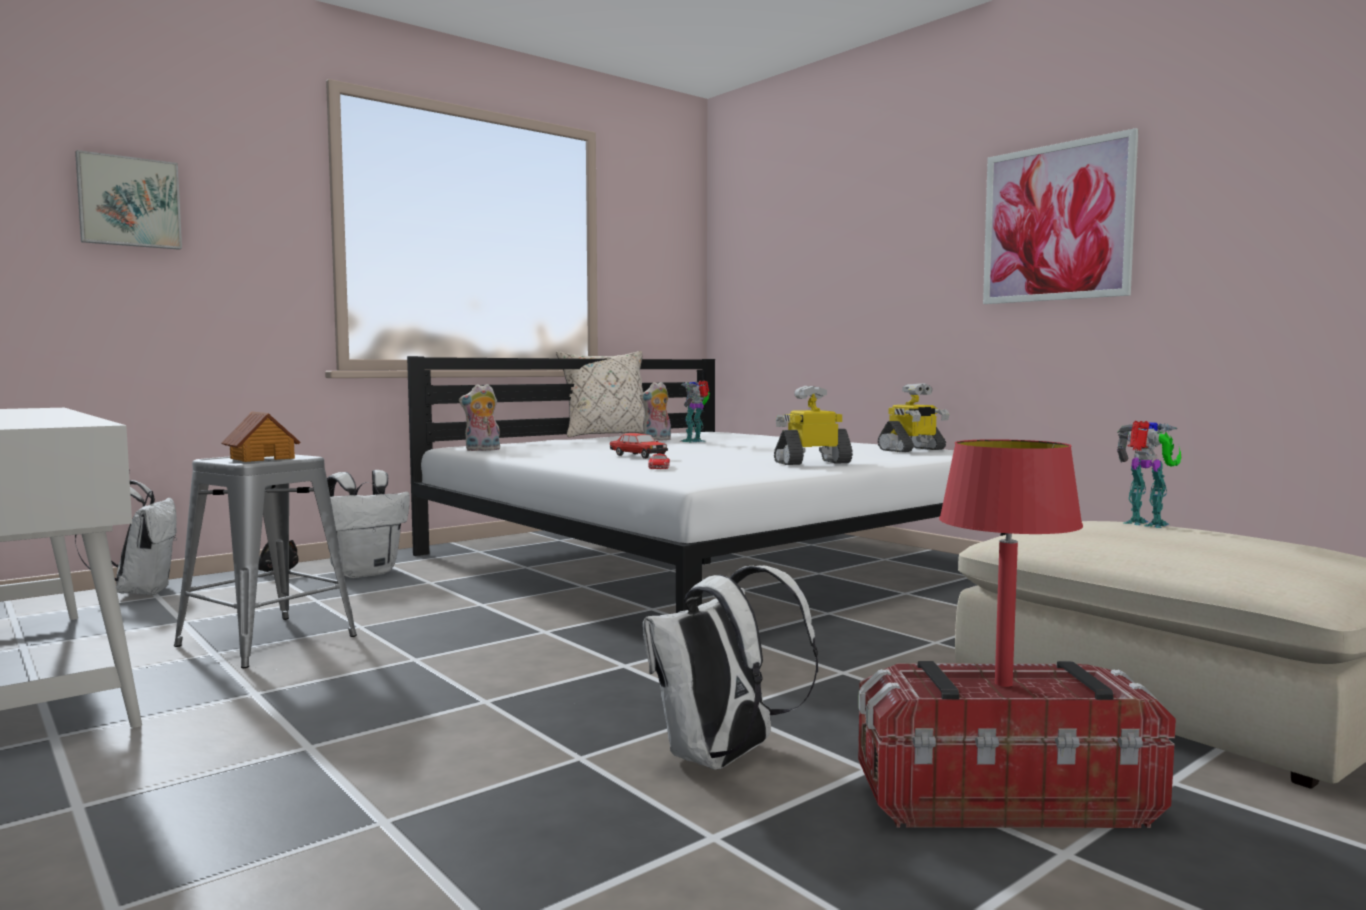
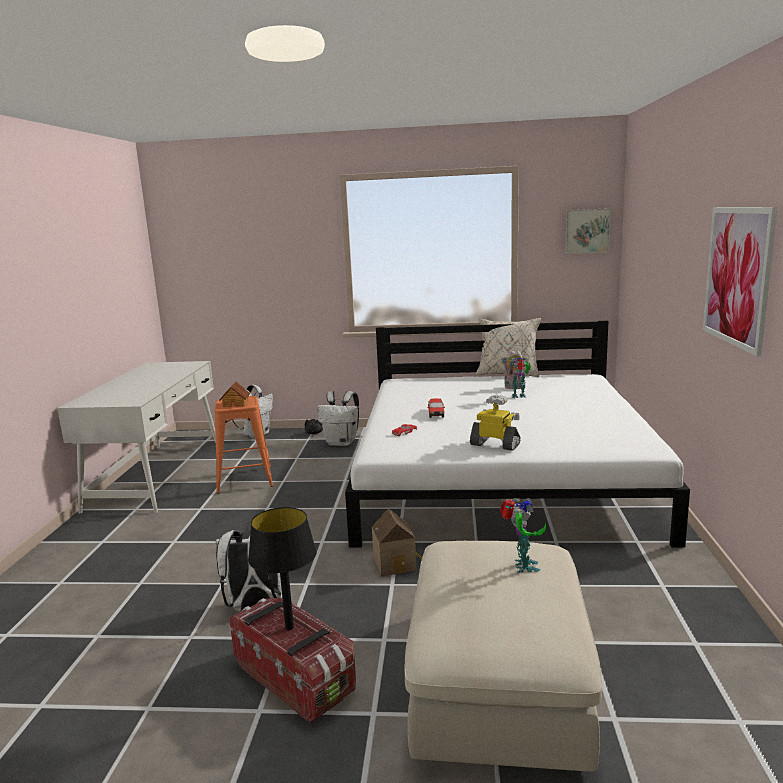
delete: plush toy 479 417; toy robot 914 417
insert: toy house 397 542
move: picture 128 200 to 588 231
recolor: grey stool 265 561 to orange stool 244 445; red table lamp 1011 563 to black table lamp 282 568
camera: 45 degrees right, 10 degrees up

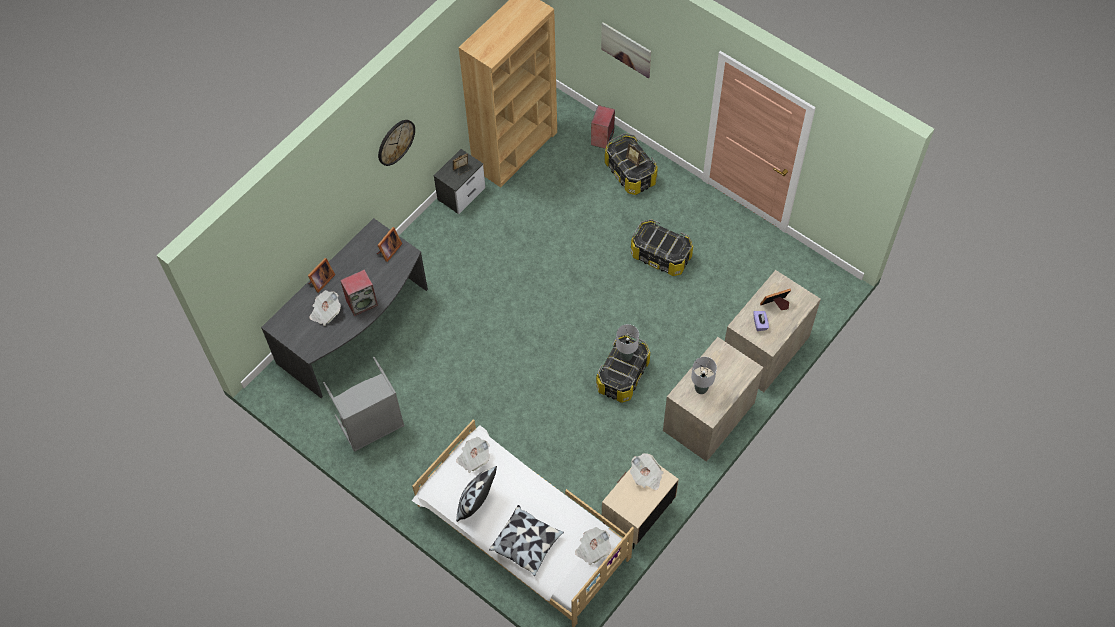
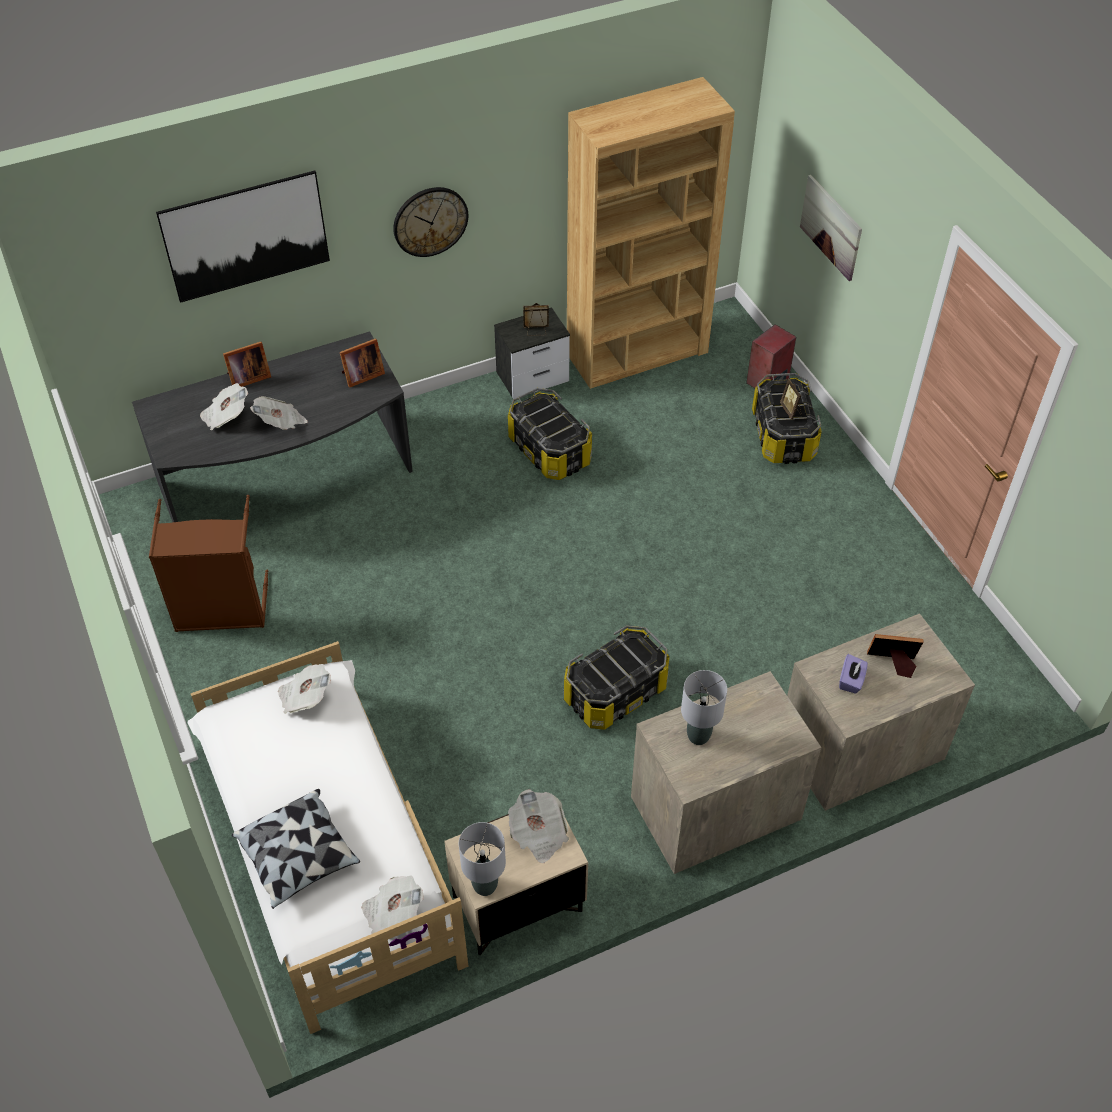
delete: pillow 476 494
insert: picture 243 237
move: grey table lamp 627 342 to 482 859; storage box 662 247 to 550 434
replace: speaker 359 293 to newspaper 279 413
recolor: grey laundry basket 364 404 to brown laundry basket 208 563
camera: 25 degrees right, 10 degrees down

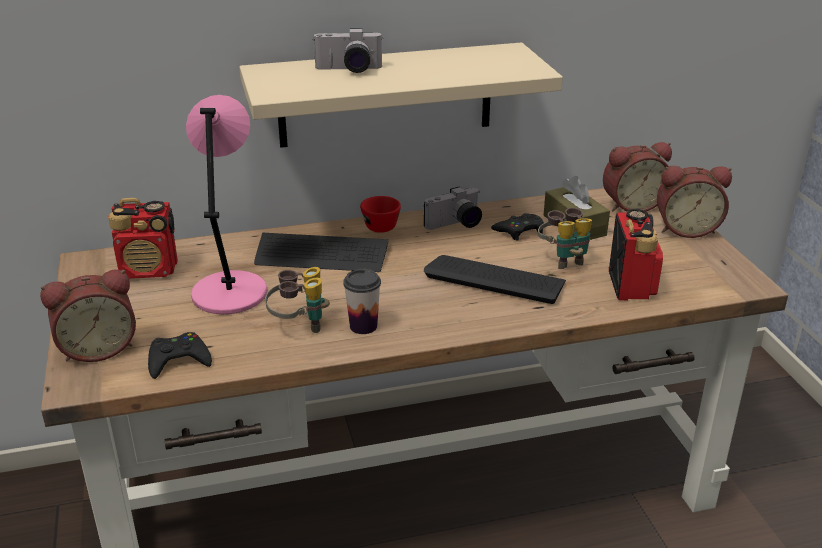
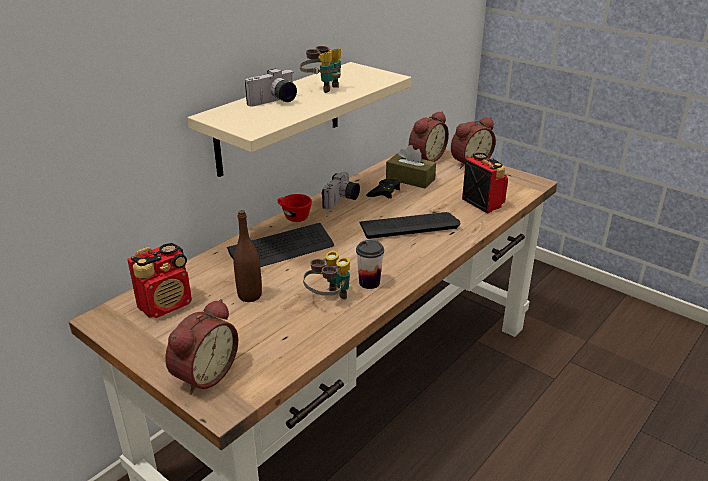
delete: black game controller 180 355
move: binoculars 565 238 to 320 69
replace: pink table lamp 226 204 to brown bottle 247 256
camera: 35 degrees left, 0 degrees up

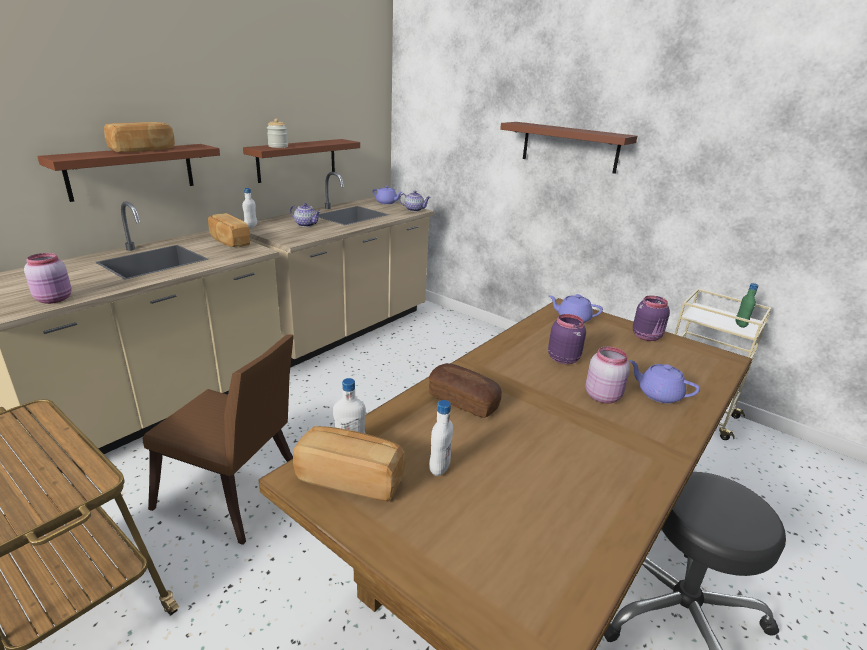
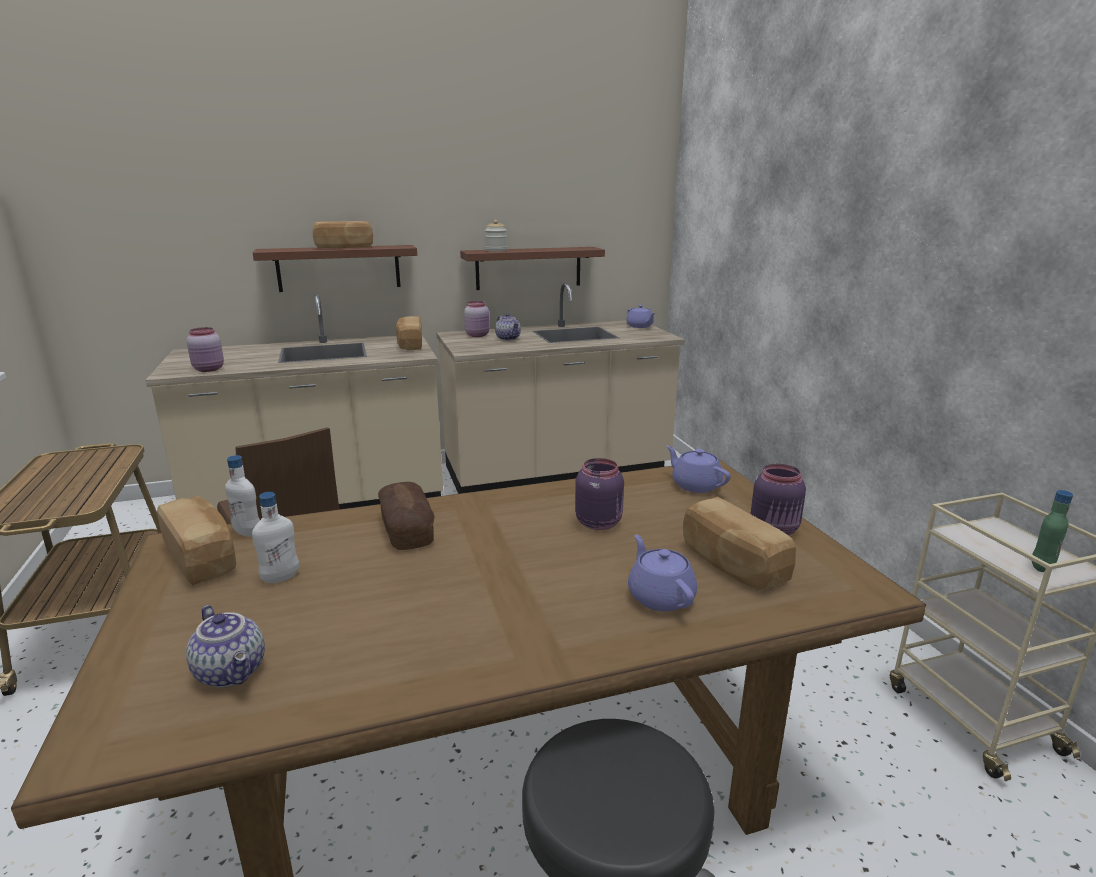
delete: white bottle 249 208; brown shelf 568 148
insert: bread 739 543
move: teapot 415 201 to 225 646; pink jar 608 374 to 477 319
camera: 35 degrees right, 5 degrees down

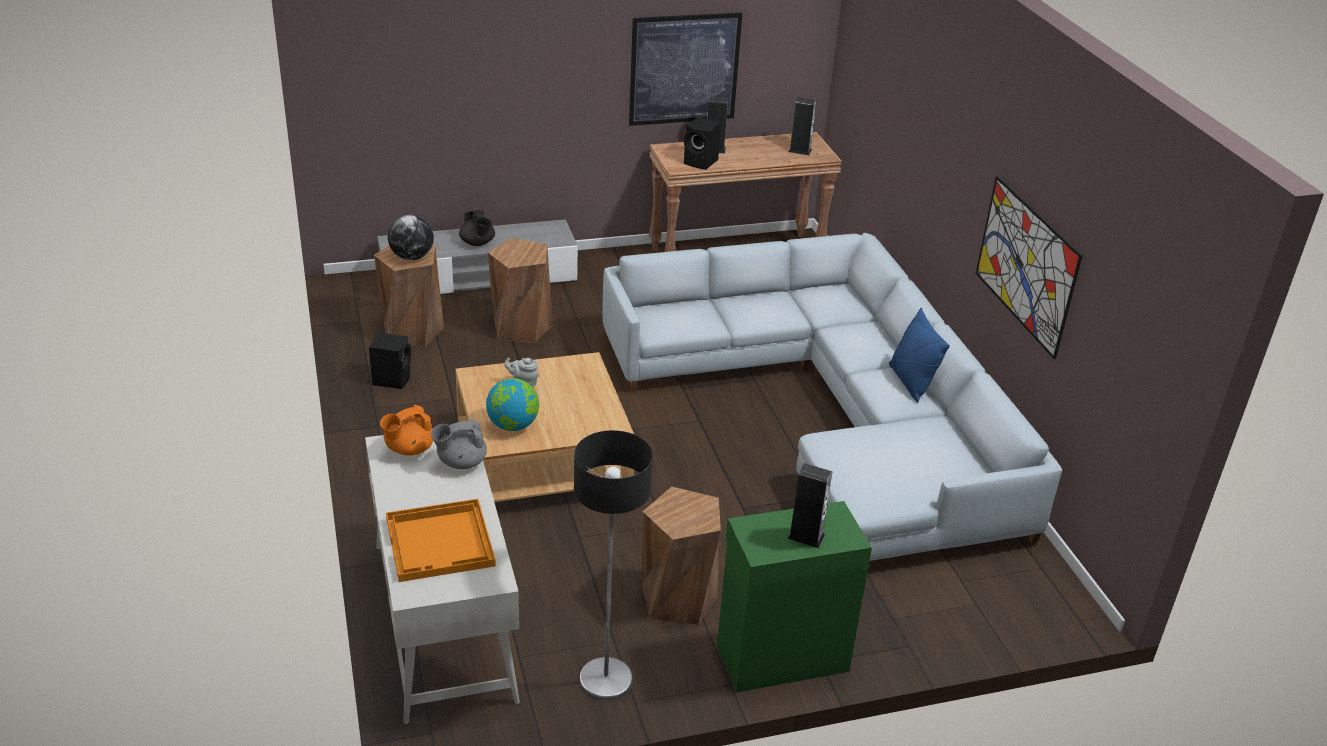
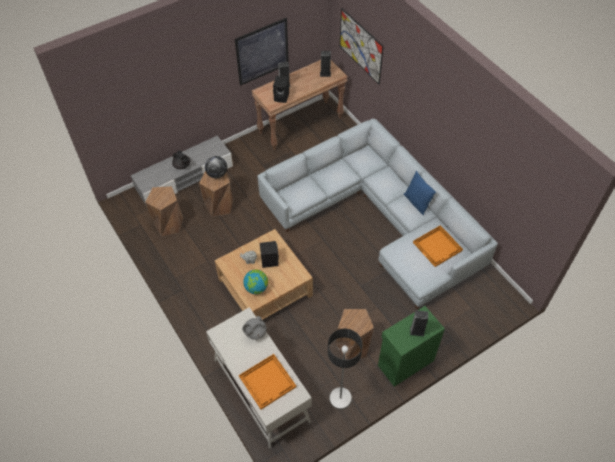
delete: orange teapot 406 430
insert: orange tray 438 246
move: globe 411 237 to 216 167; black speaker 390 361 to 269 254; picture 1029 267 to 362 46
camera: 15 degrees left, 20 degrees up

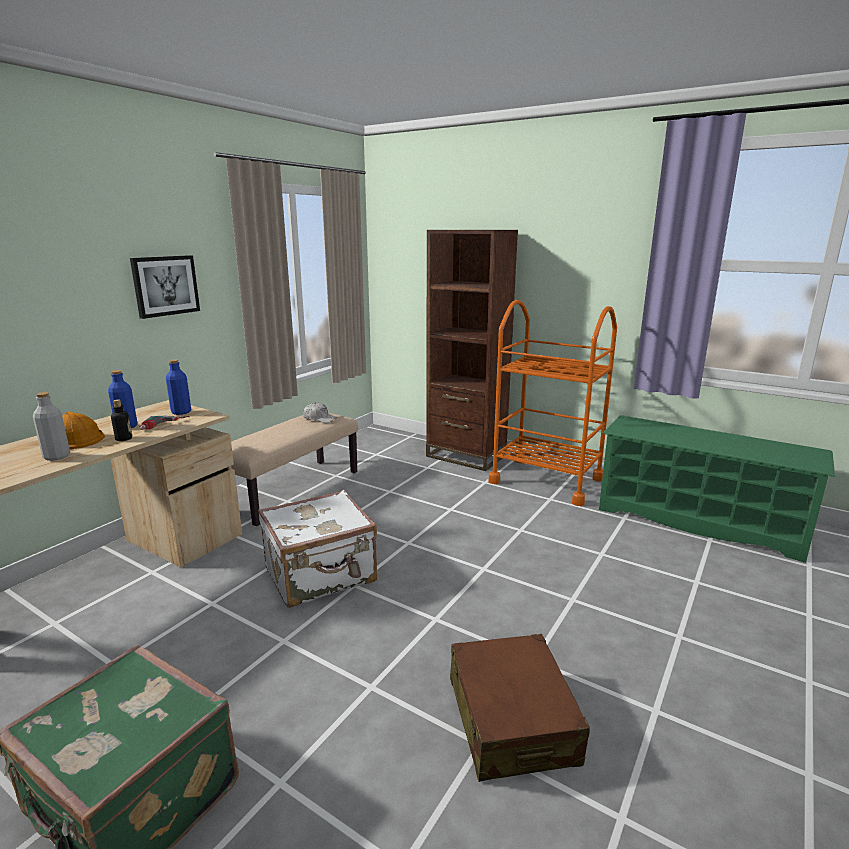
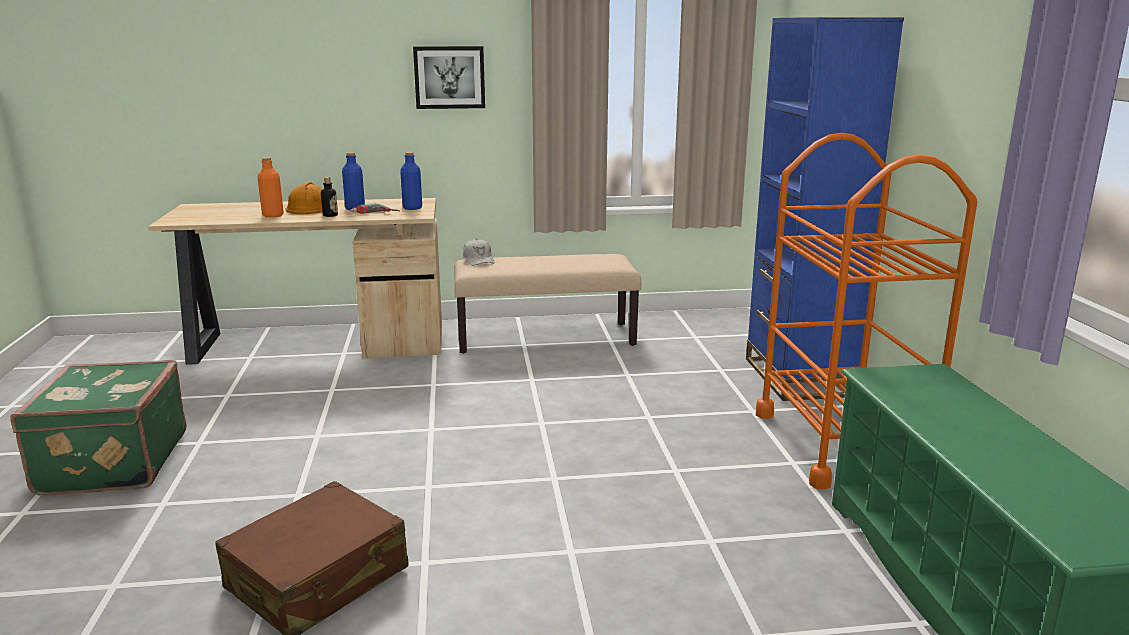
delete: white suitcase 317 549
move: white cap 320 413 to 479 252
recolor: grey bottle 51 426 to orange bottle 271 187; brown bookcase 472 350 to blue bookcase 825 209
camera: 50 degrees right, 0 degrees up

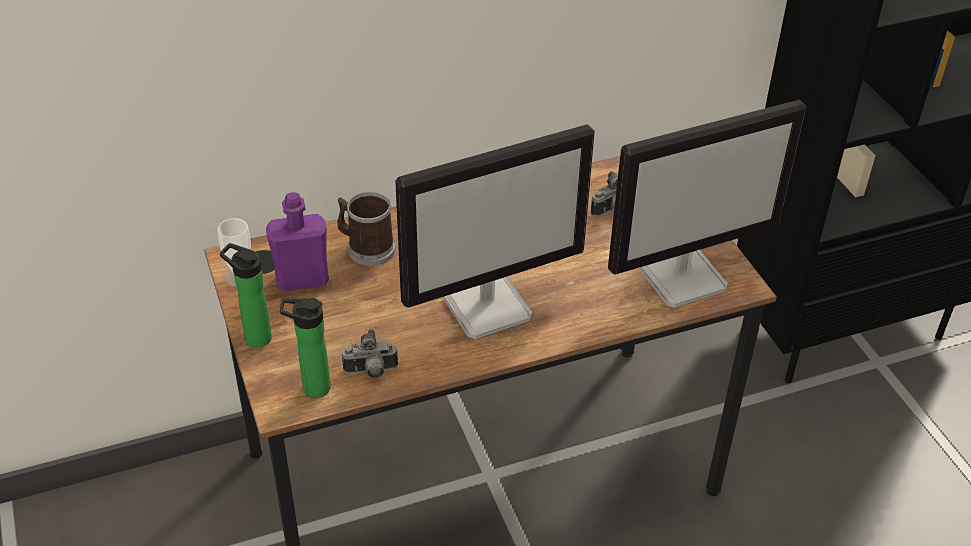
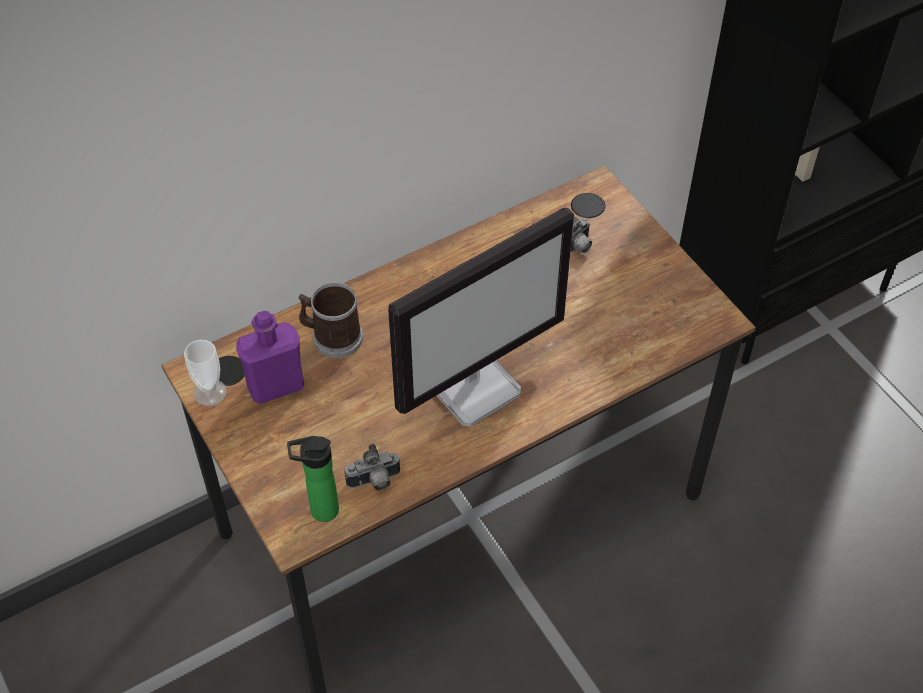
delete: bottle 246 295; monitor 707 204
camera: 10 degrees left, 10 degrees up

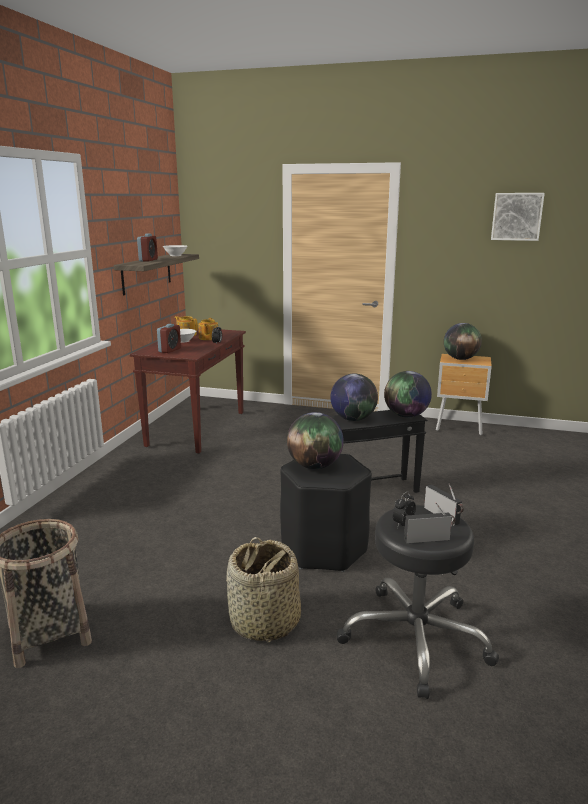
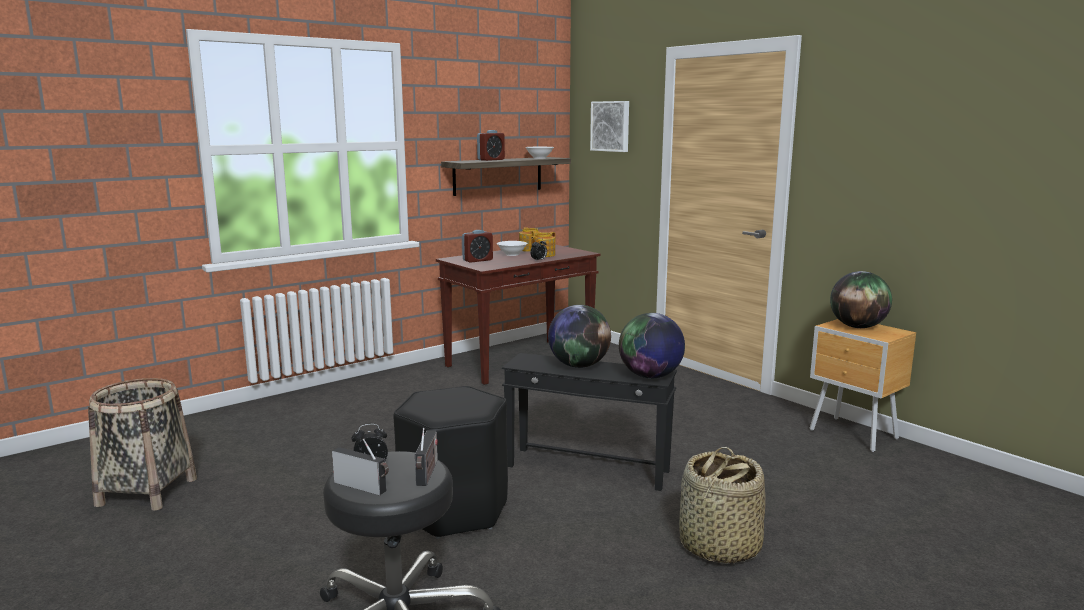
delete: globe 315 440
move: picture 518 217 to 609 126; basket 263 589 to 722 505
camera: 35 degrees right, 5 degrees down

